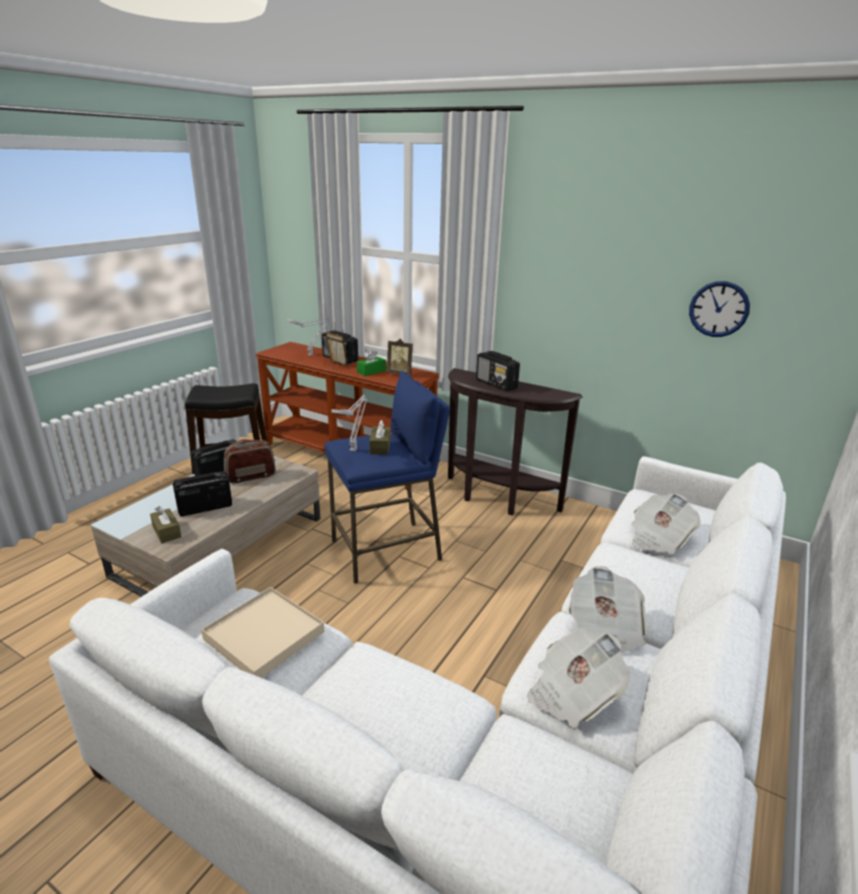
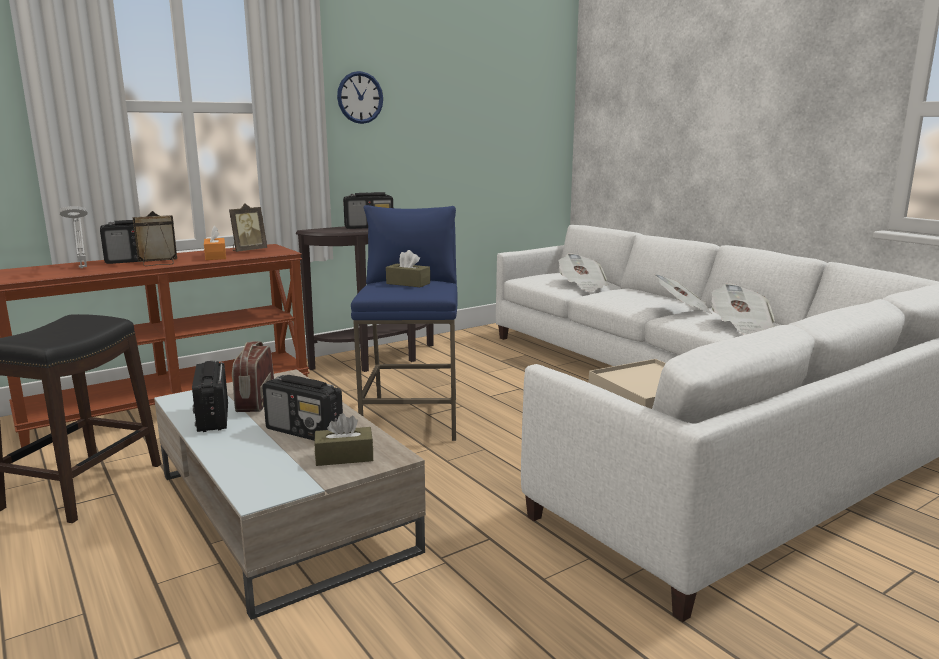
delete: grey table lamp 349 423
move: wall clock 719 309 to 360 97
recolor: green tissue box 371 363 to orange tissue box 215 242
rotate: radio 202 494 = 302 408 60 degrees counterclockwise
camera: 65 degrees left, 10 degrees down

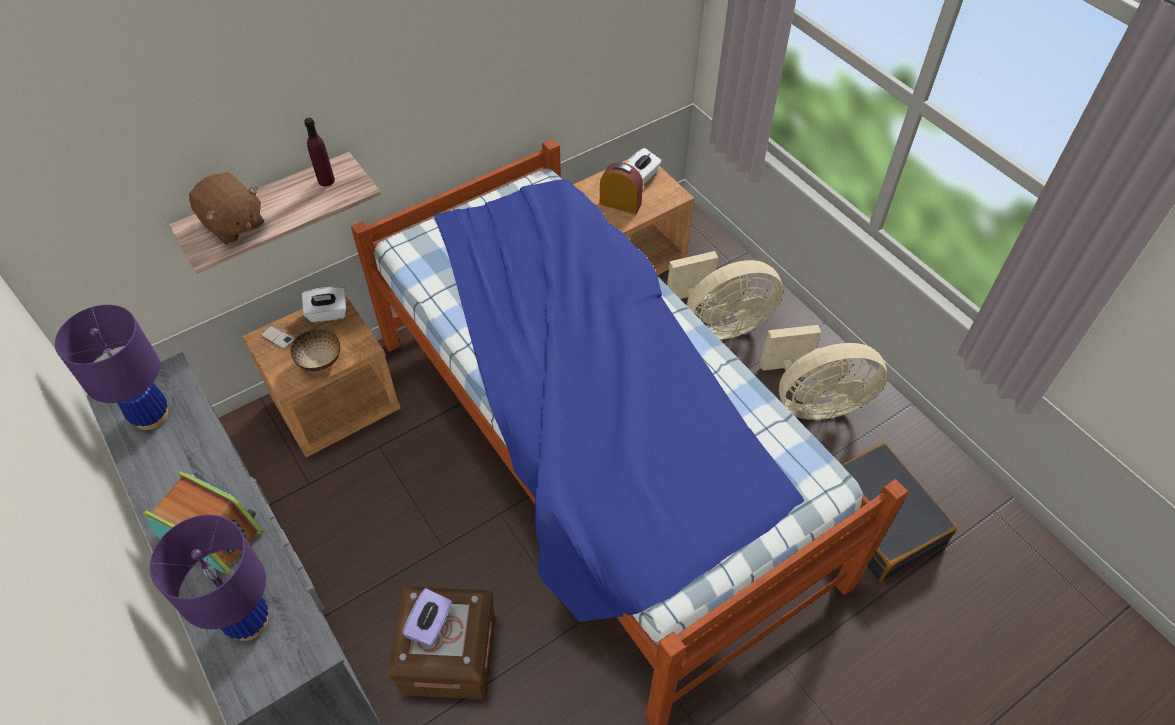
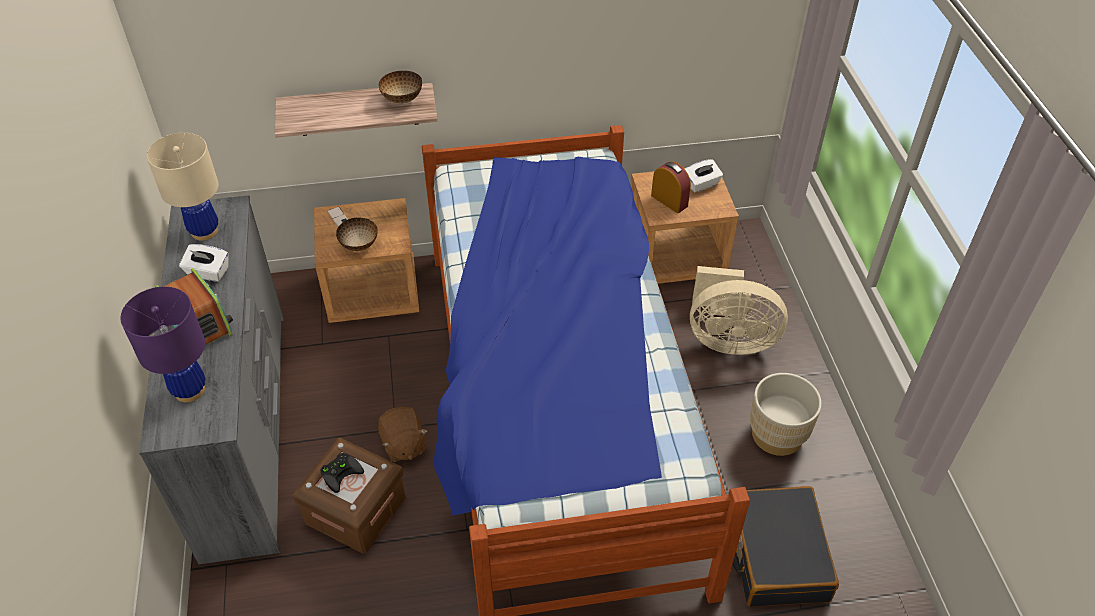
move: white tissue box 324 304 to 204 263; brown plush toy 226 208 to 403 434
replace: purple tissue box 427 617 to black game controller 342 473; purple bottle 319 152 to bowl 400 87; beige fan 823 372 to beige planter 786 414
recolor: purple table lamp 111 367 to beige table lamp 183 187
camera: 25 degrees right, 5 degrees down

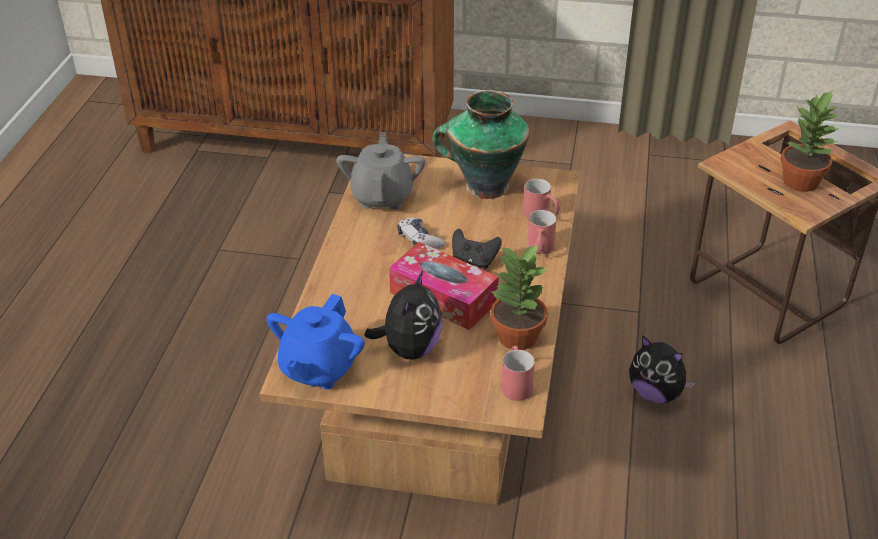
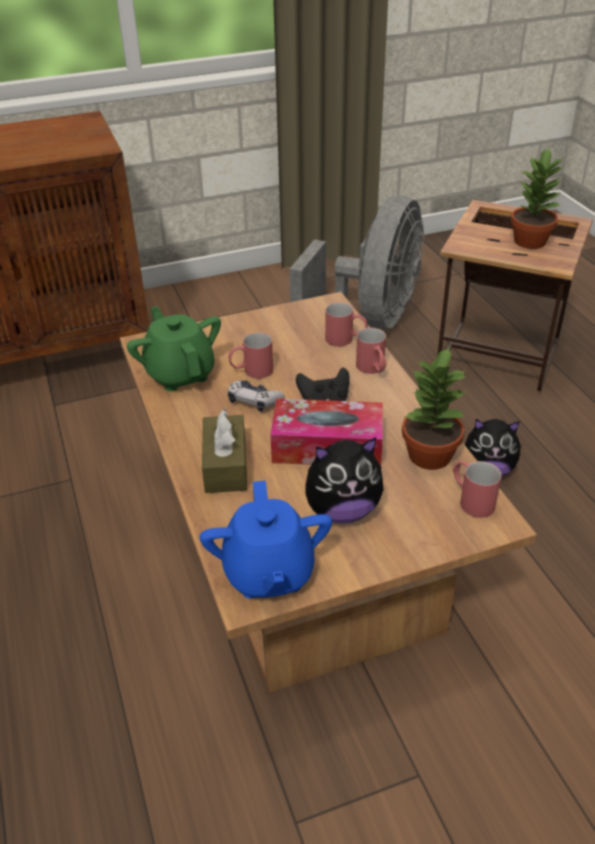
delete: vase 481 144
insert: brown tissue box 224 451; red mug 250 355; grey fan 356 262
recolor: grey teapot 381 170 to green teapot 174 349
rotate: plush toy 403 315 = 344 480 90 degrees clockwise
camera: 30 degrees left, 0 degrees up

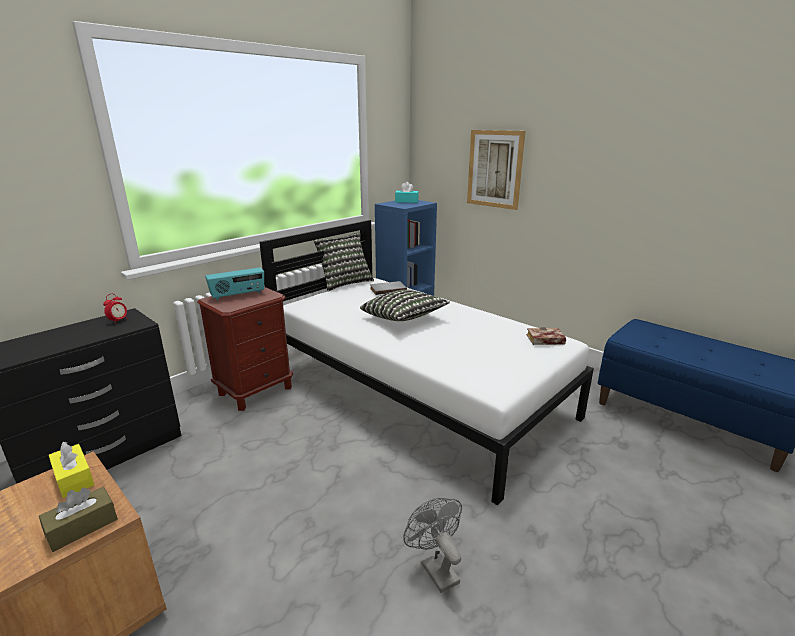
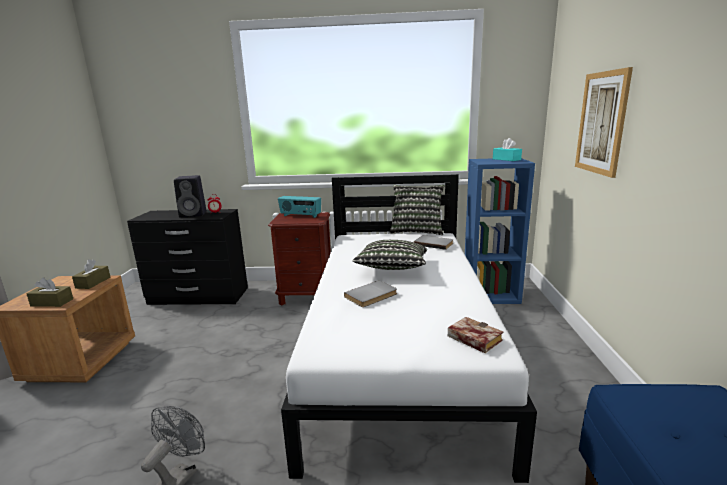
insert: black speaker 190 196; grey book 370 293
recolor: yellow tissue box 71 470 to brown tissue box 91 274
camera: 50 degrees right, 5 degrees down

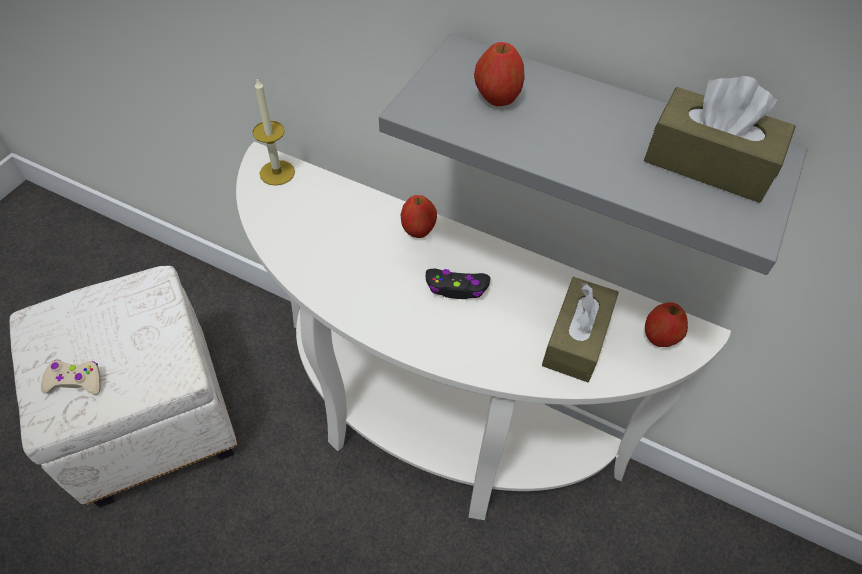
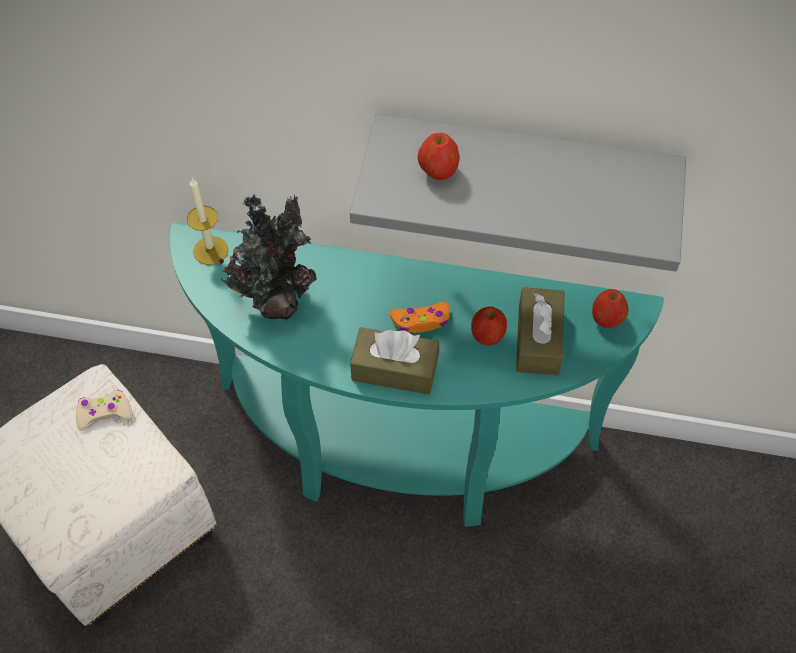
insert: potted plant 268 257
move: beige game controller 71 377 to 104 410; brown tissue box 720 139 to 394 361; apple 419 216 to 489 326
recolor: white console table 483 331 to turquoise console table 417 375; black game controller 458 284 to orange game controller 420 317
camera: 15 degrees left, 5 degrees up

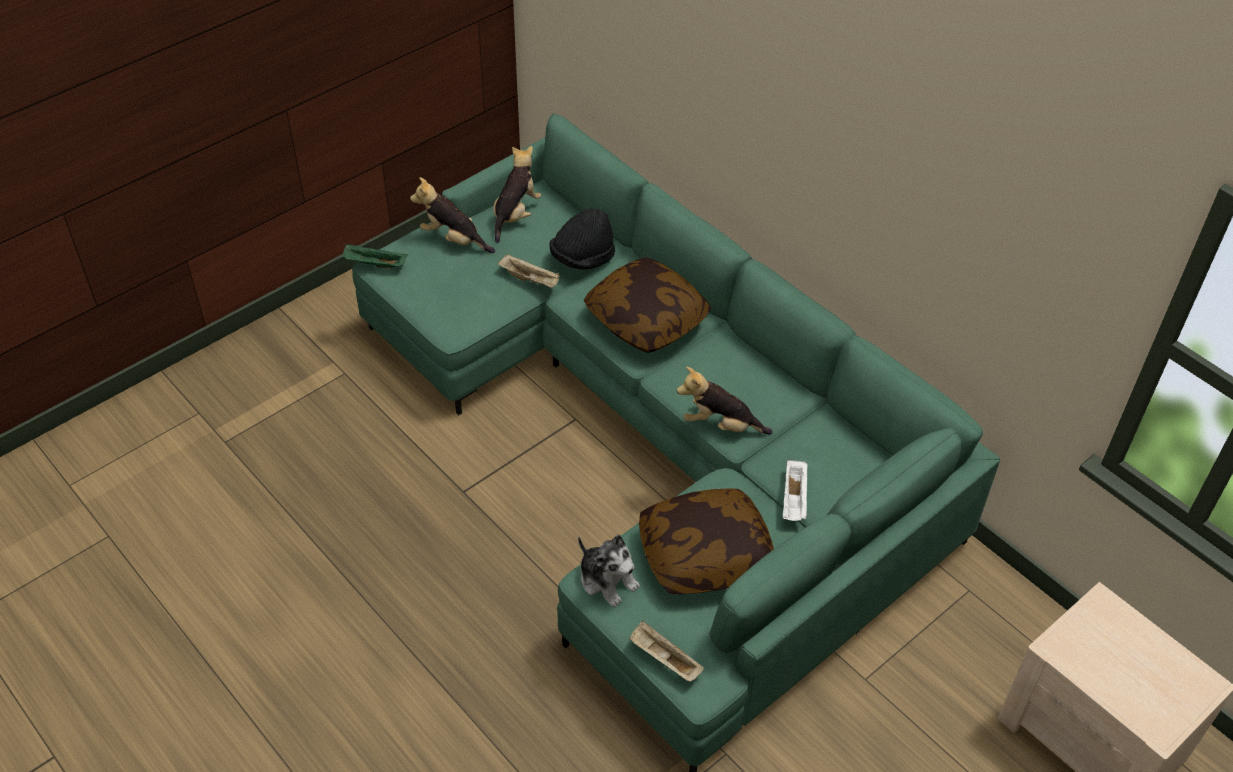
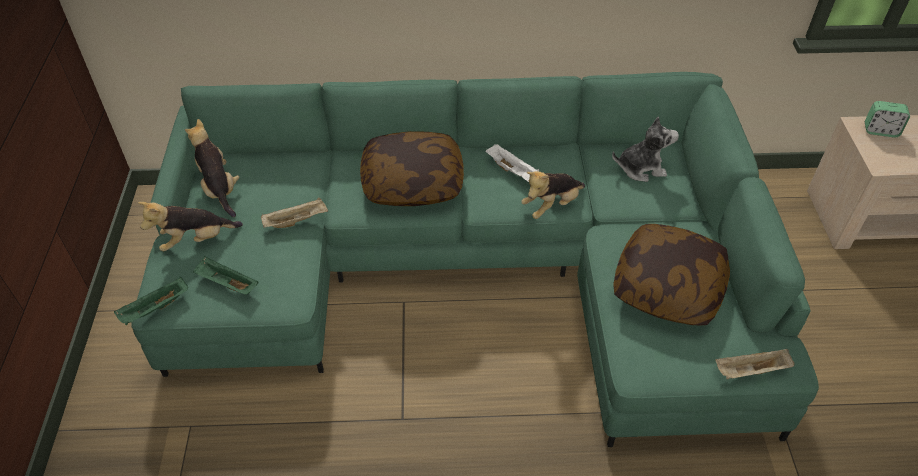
delete: black hat 582 239
insert: green tray 226 275; alarm clock 887 119
move: white tray 795 490 to 512 163; plush toy 609 571 to 645 149
camera: 50 degrees left, 0 degrees up

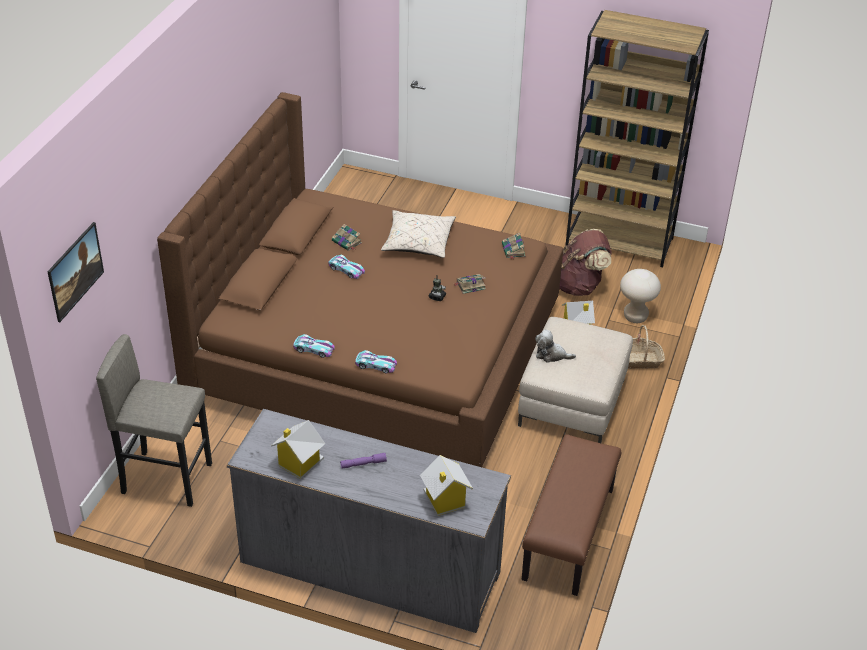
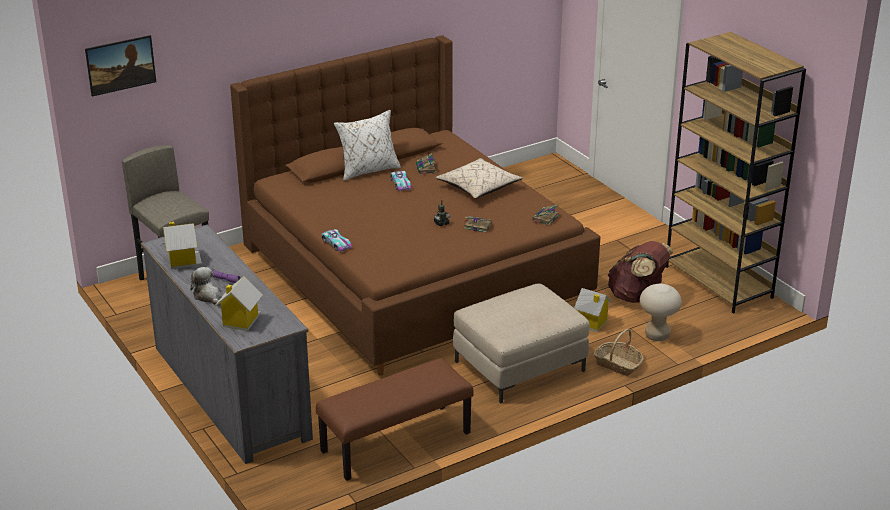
delete: toy car 314 346
insert: white pillow 367 145
move: plush toy 555 346 to 205 286
camera: 40 degrees right, 10 degrees down

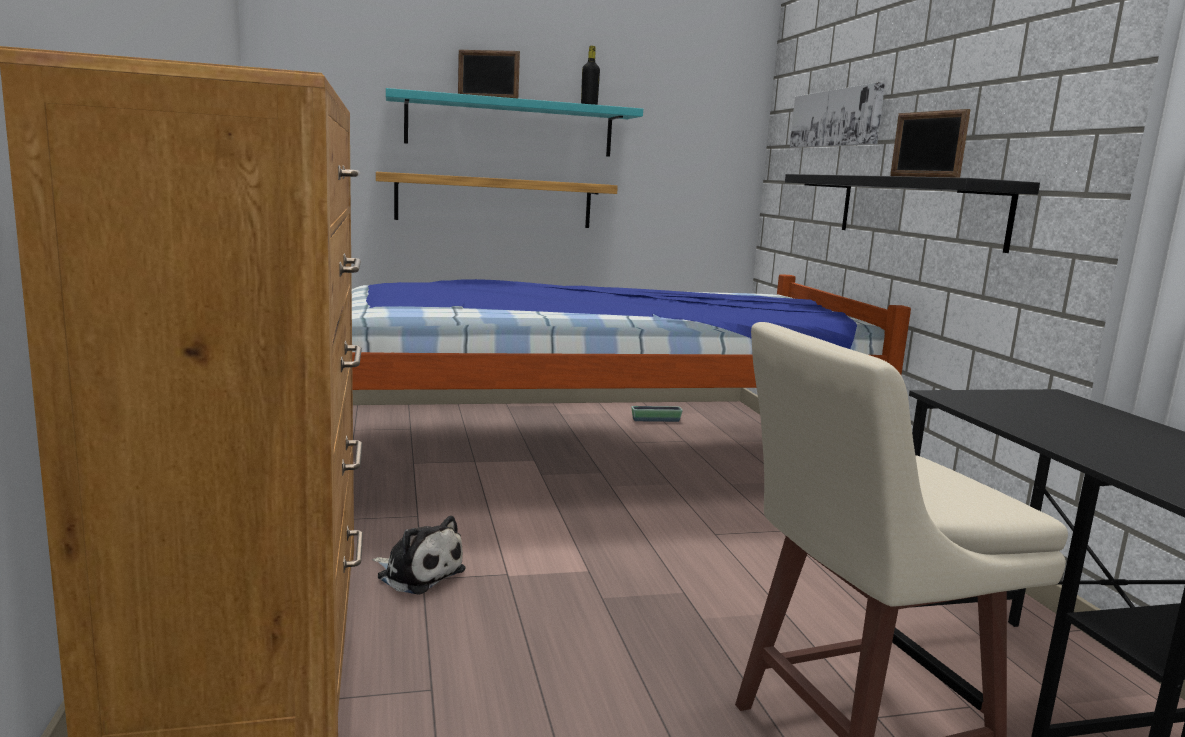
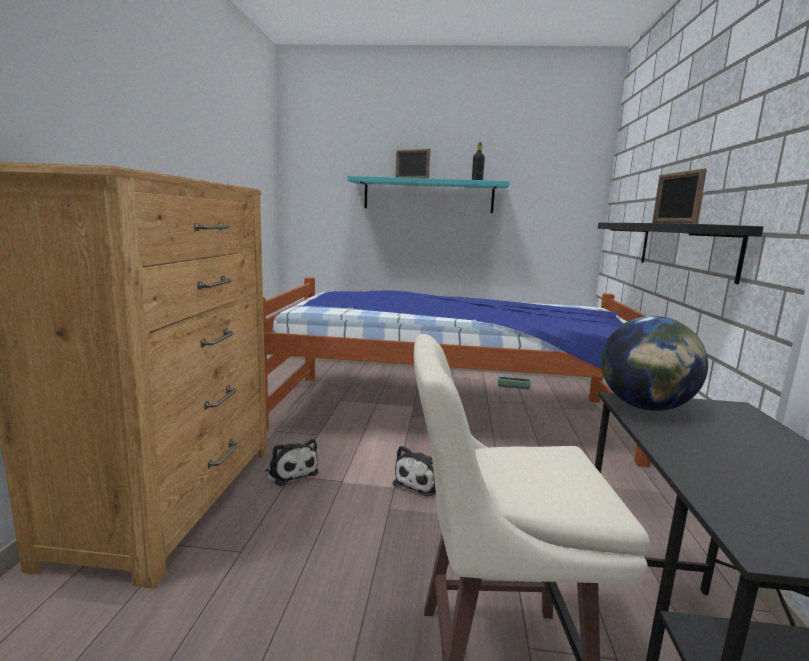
delete: shelf 497 200; picture 837 115
insert: plush toy 414 471; globe 654 363
camera: 20 degrees right, 0 degrees up

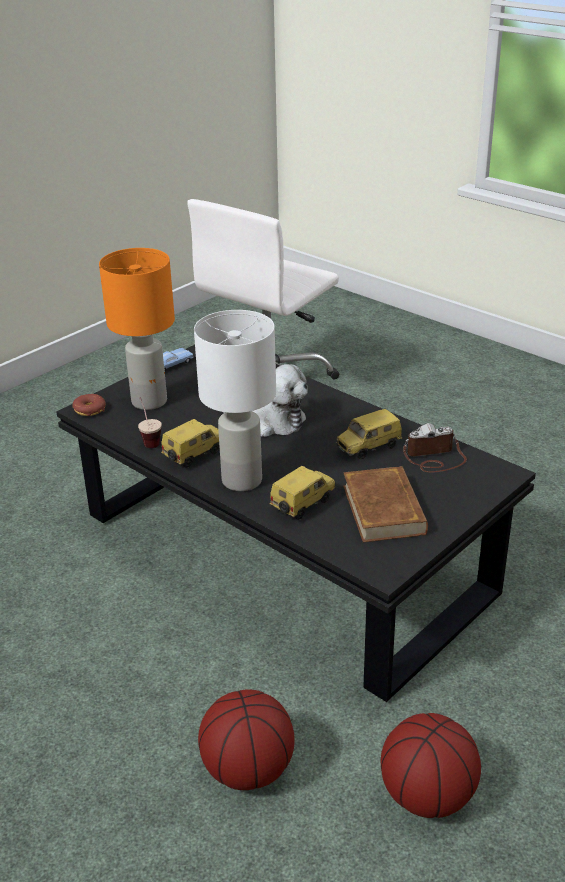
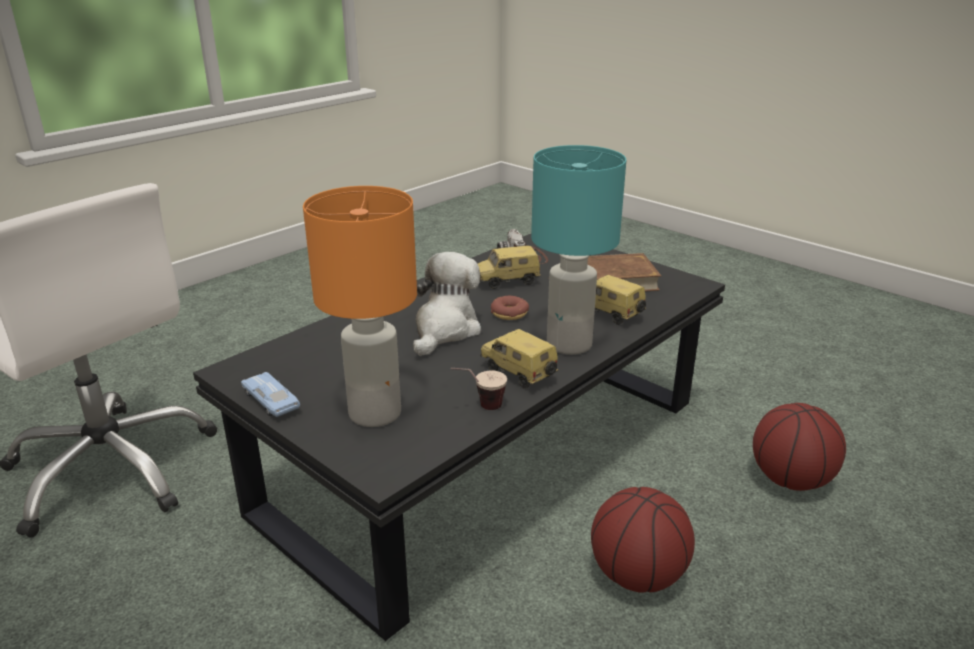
move: donut 89 405 to 510 308; basketball 431 765 to 643 540
recolor: white table lamp 235 400 to turquoise table lamp 578 250
rotate: toy car 369 434 = 509 267 105 degrees clockwise
camera: 90 degrees left, 5 degrees down

